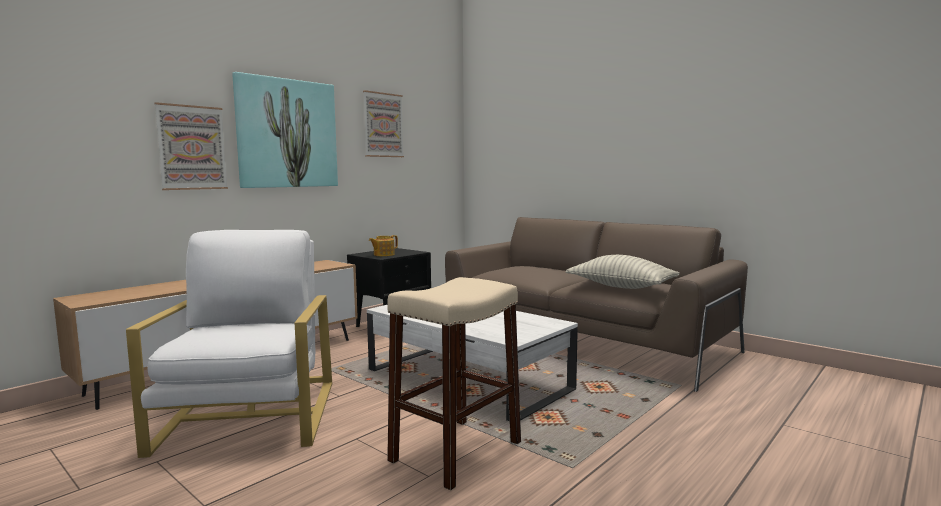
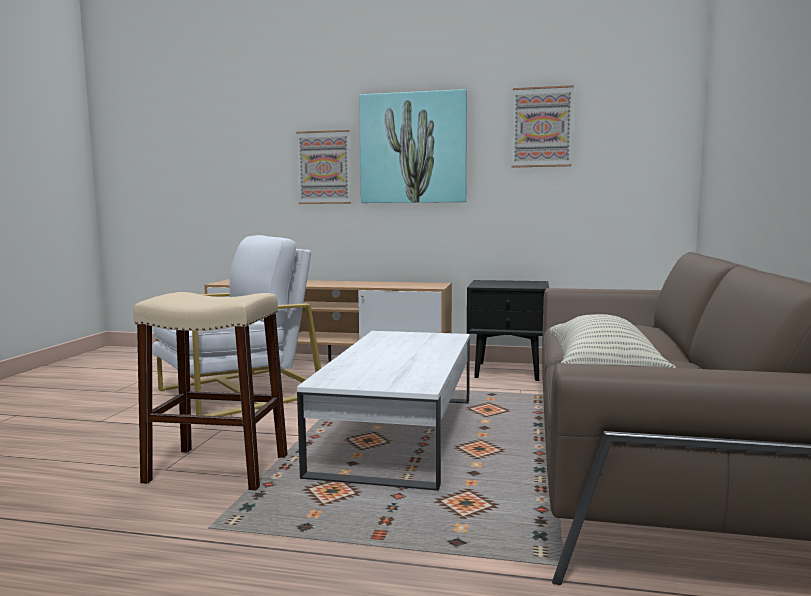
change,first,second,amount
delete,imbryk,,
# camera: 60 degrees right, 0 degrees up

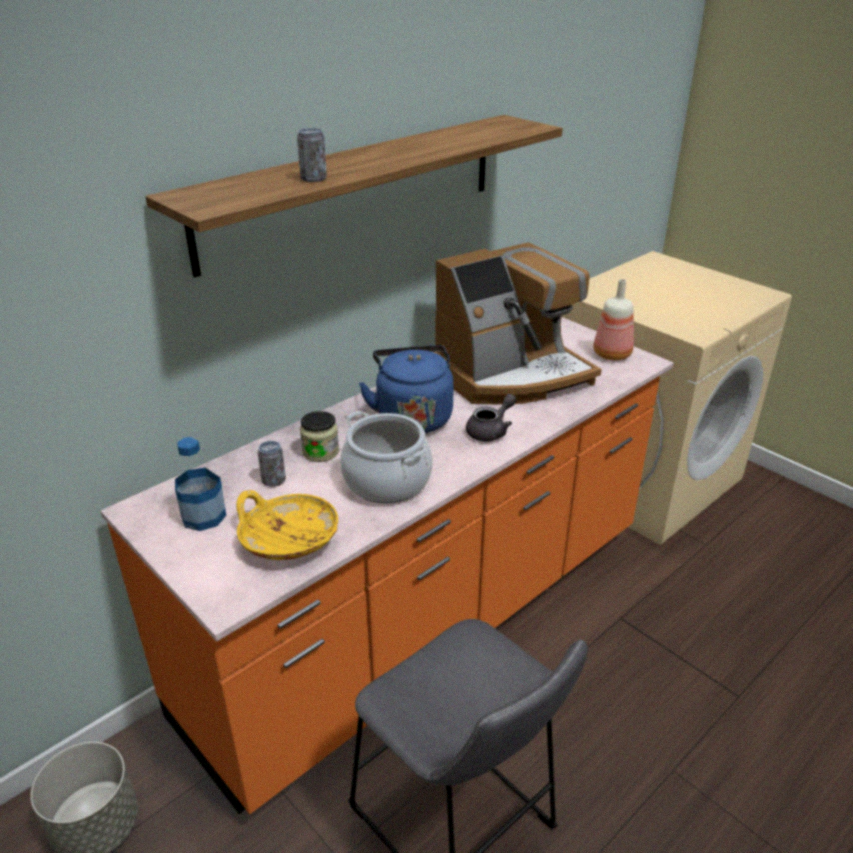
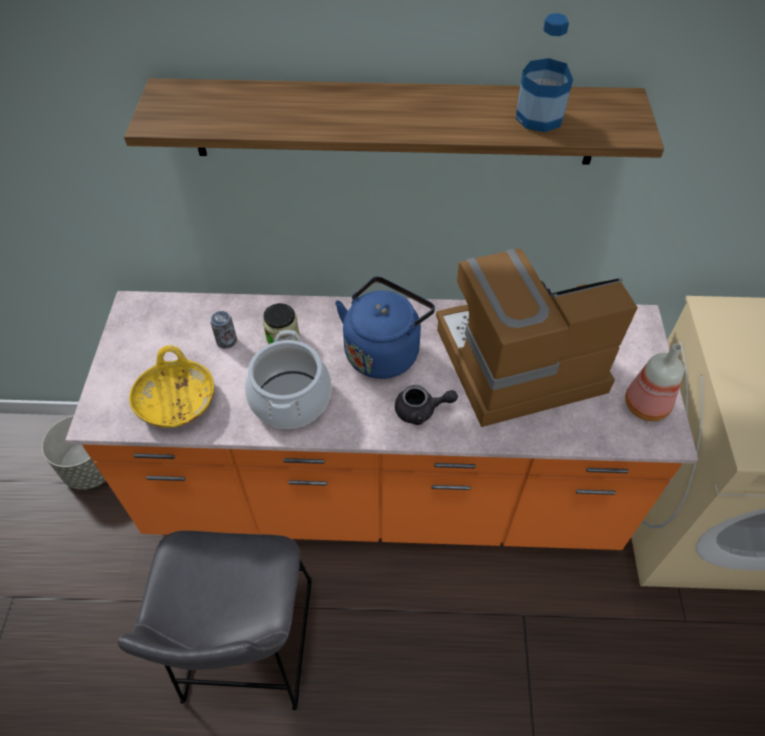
change,first,second,amount
delete,puszka (2nd from left),,
move,butelka (1st from left),,
rotate,ekspres do kawy,,150 degrees clockwise
# camera: 45 degrees right, 20 degrees up

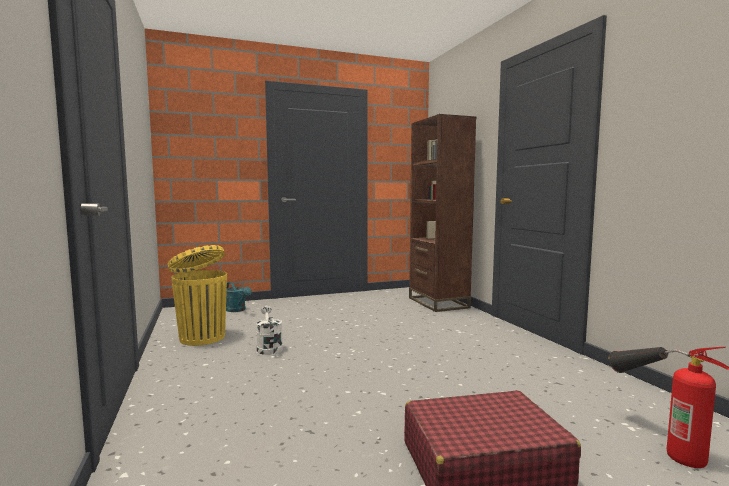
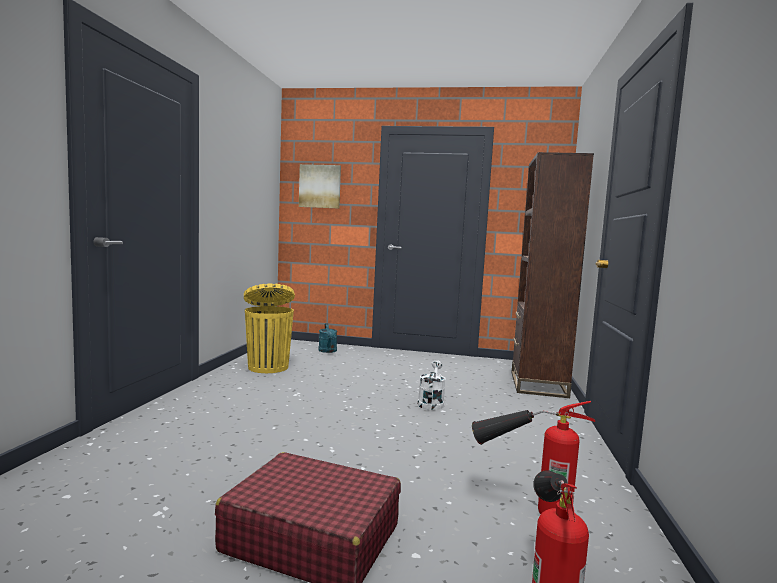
change,first,second,amount
insert,,obraz,
insert,,gaśnica (1st from left),
move,konewka/biały,,
# camera: 30 degrees right, 0 degrees up

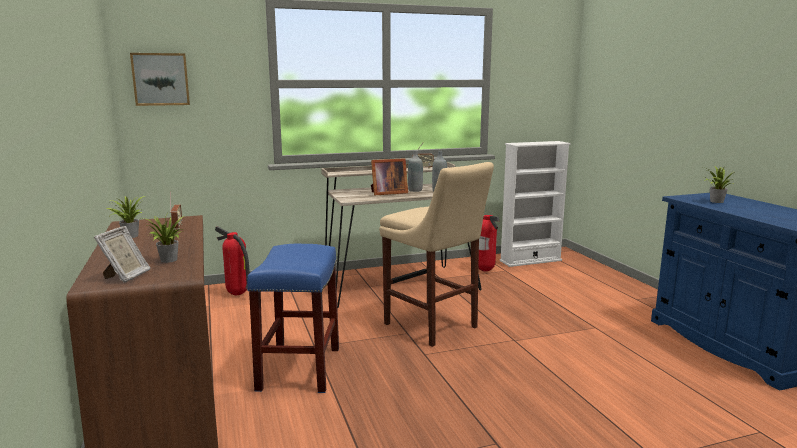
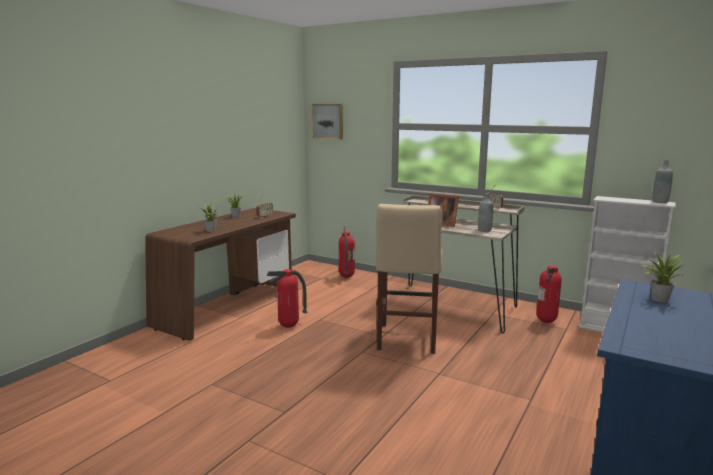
change,first,second,amount
delete,ramka na zdjęcie (1st from left),,
move,butelka/szary (1st from left in the first image),butelka/szary (2nd from left),
replace,stołek/niebieski,gaśnica (1st from left),
# camera: 50 degrees right, 0 degrees up

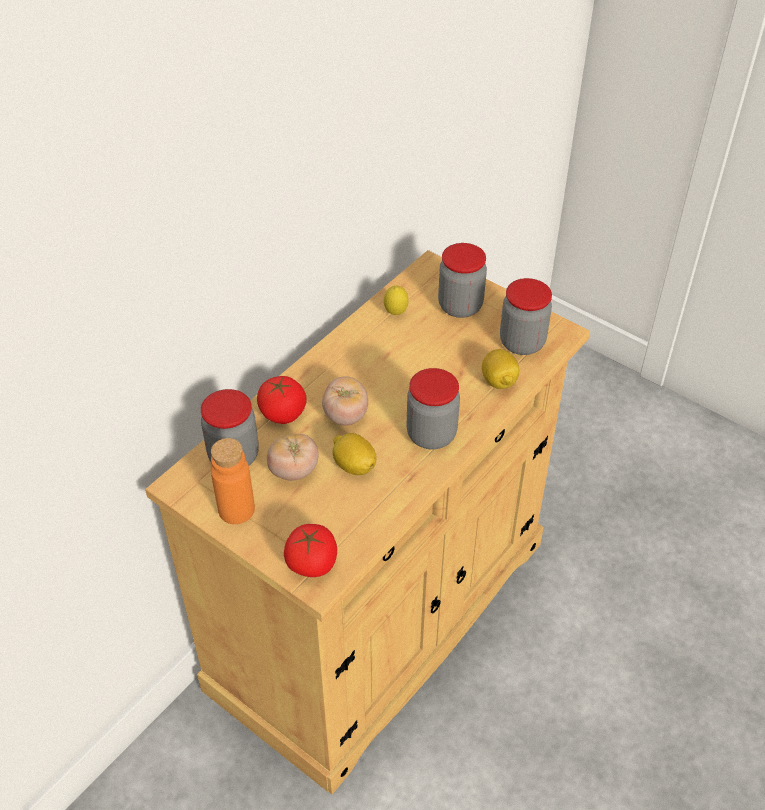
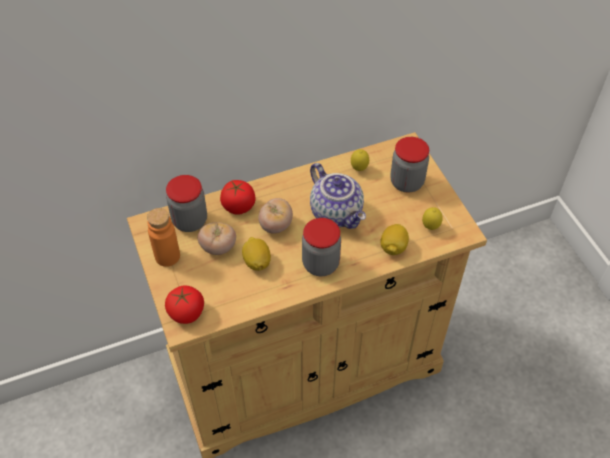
change,first,second,amount
insert,,imbryk,
replace,słoik (4th from left),cytryna (4th from left),
# camera: 30 degrees right, 5 degrees up

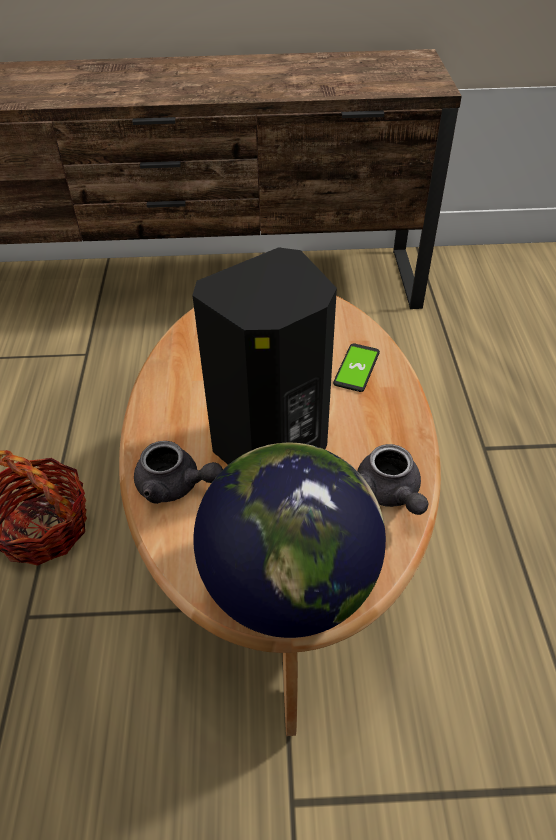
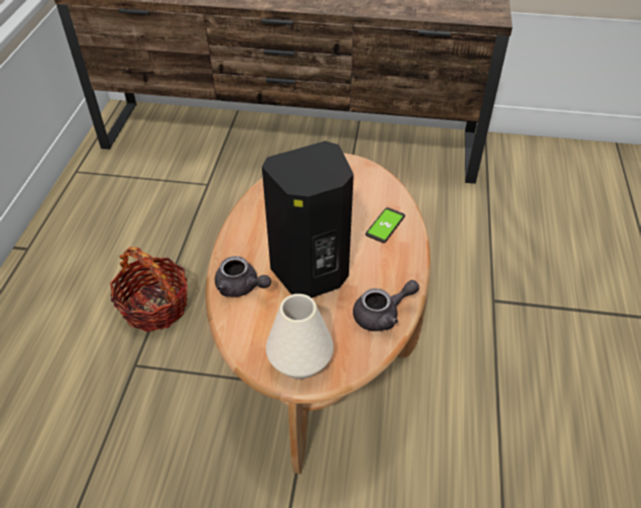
change,first,second,amount
replace,globus,wazon/biały,
rotate,imbryk/szary (2nd from left),,105 degrees counterclockwise
# camera: 10 degrees right, 0 degrees up

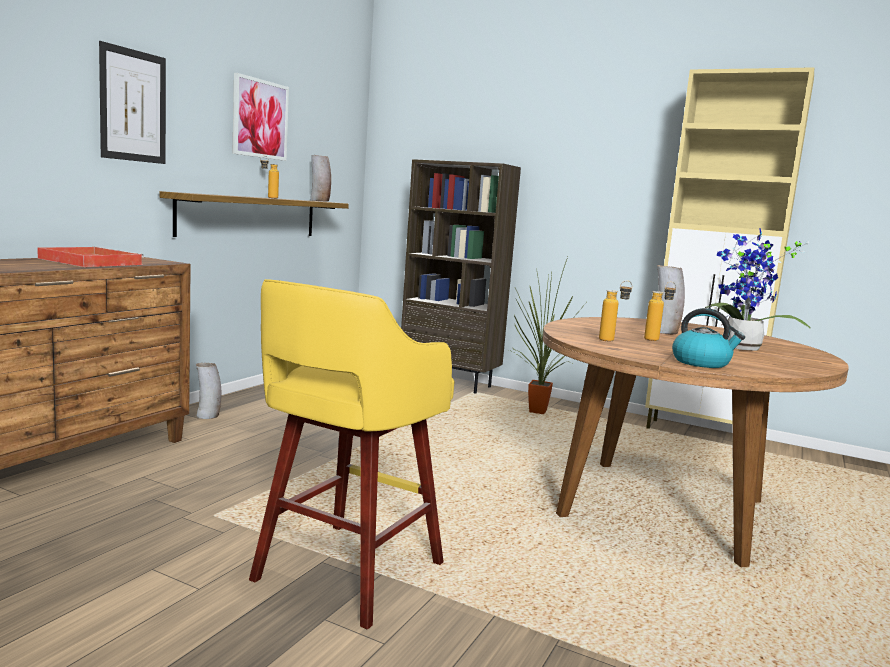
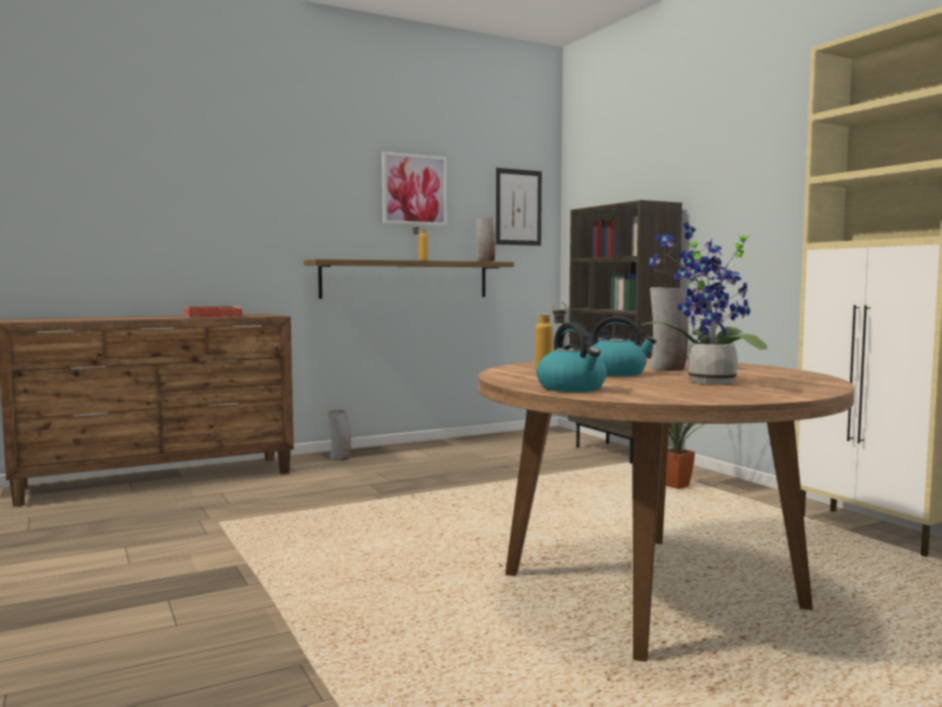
change,first,second,amount
delete,stołek/żółty,,
move,obraz (1st from left in the first image),obraz (2nd from left),
replace,butelka (3rd from left),czajnik (2nd from left),
# camera: 35 degrees right, 5 degrees down

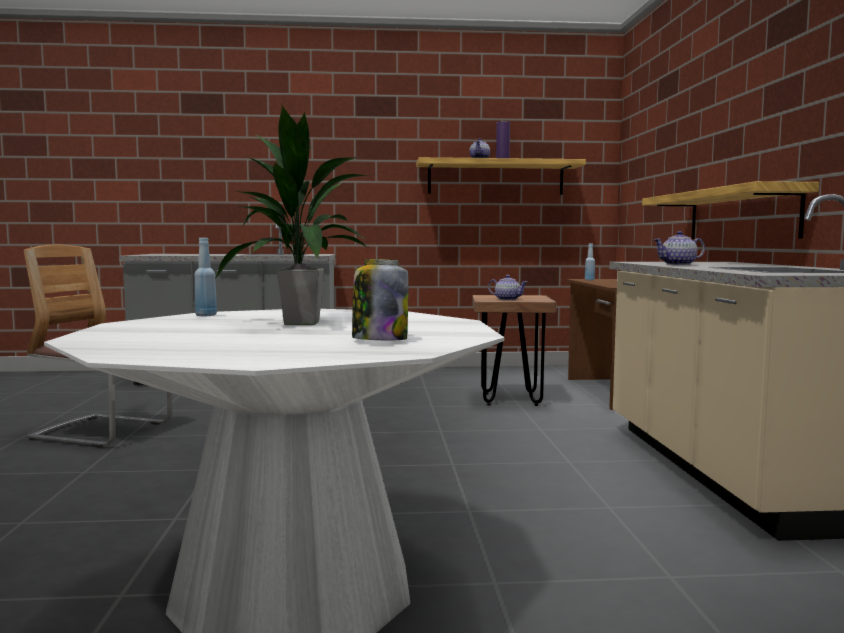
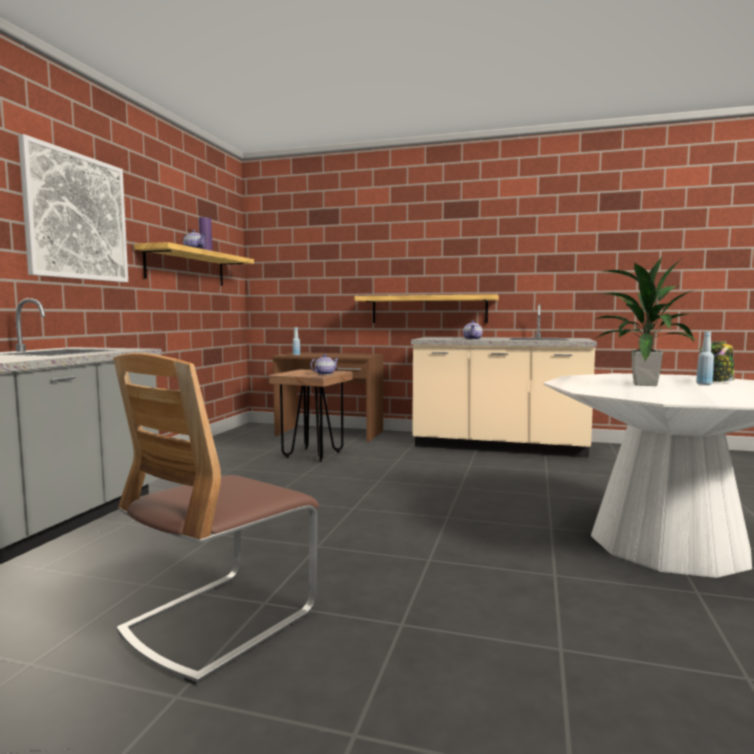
change,first,second,amount
insert,,obraz,
move,butelka/niebieski (1st from left in the first image),butelka/niebieski (2nd from left),
# camera: 70 degrees left, 0 degrees up

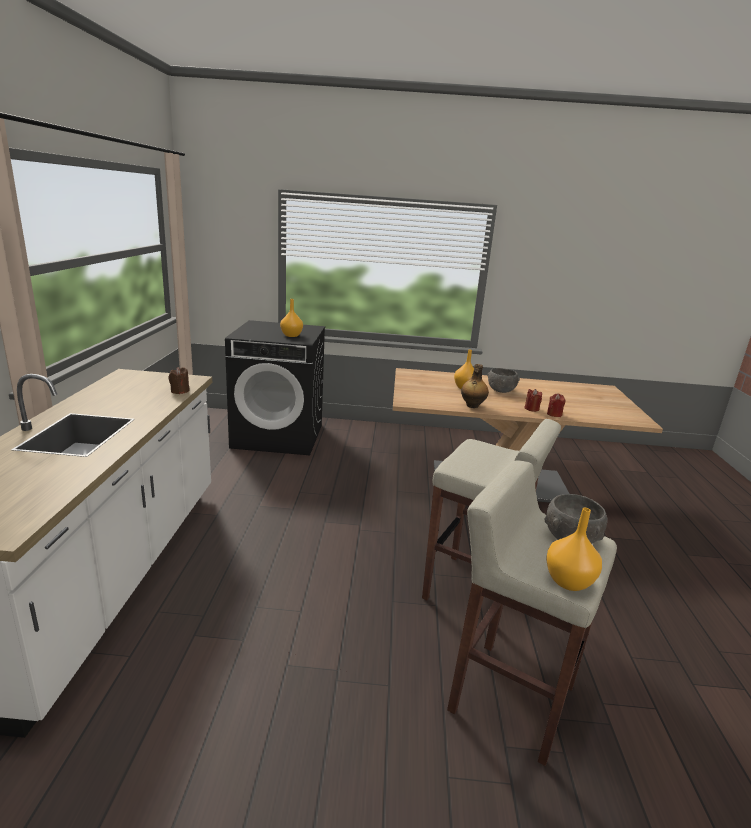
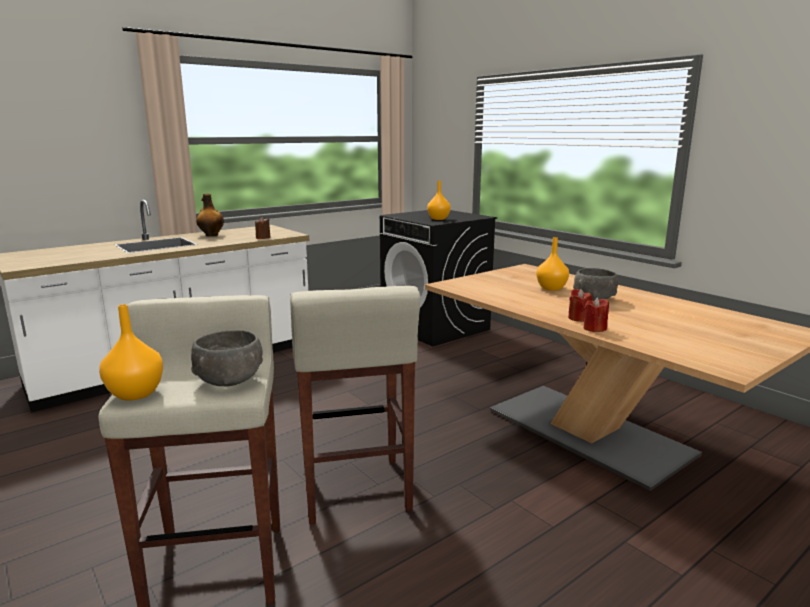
change,first,second,amount
move,butelka,,
# camera: 50 degrees right, 5 degrees down

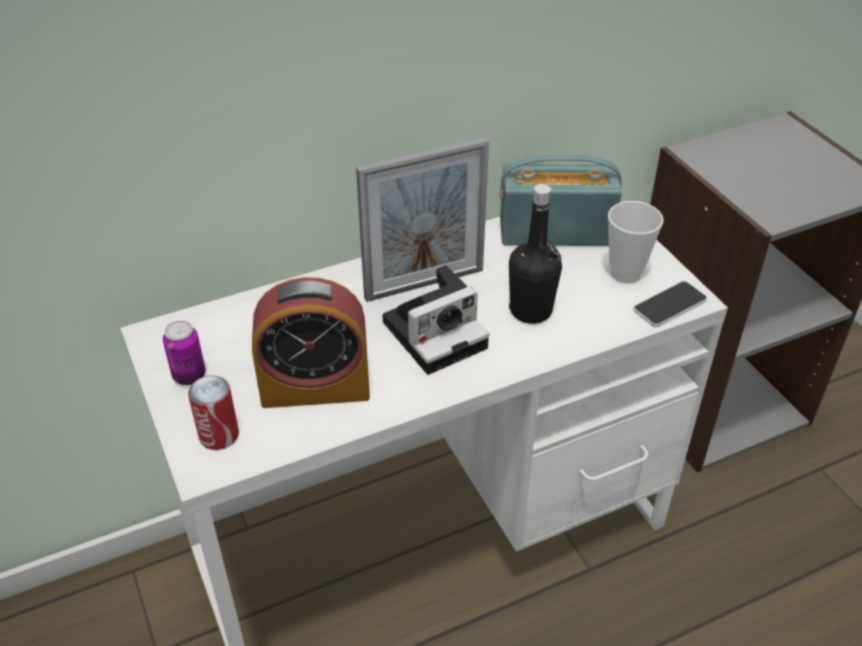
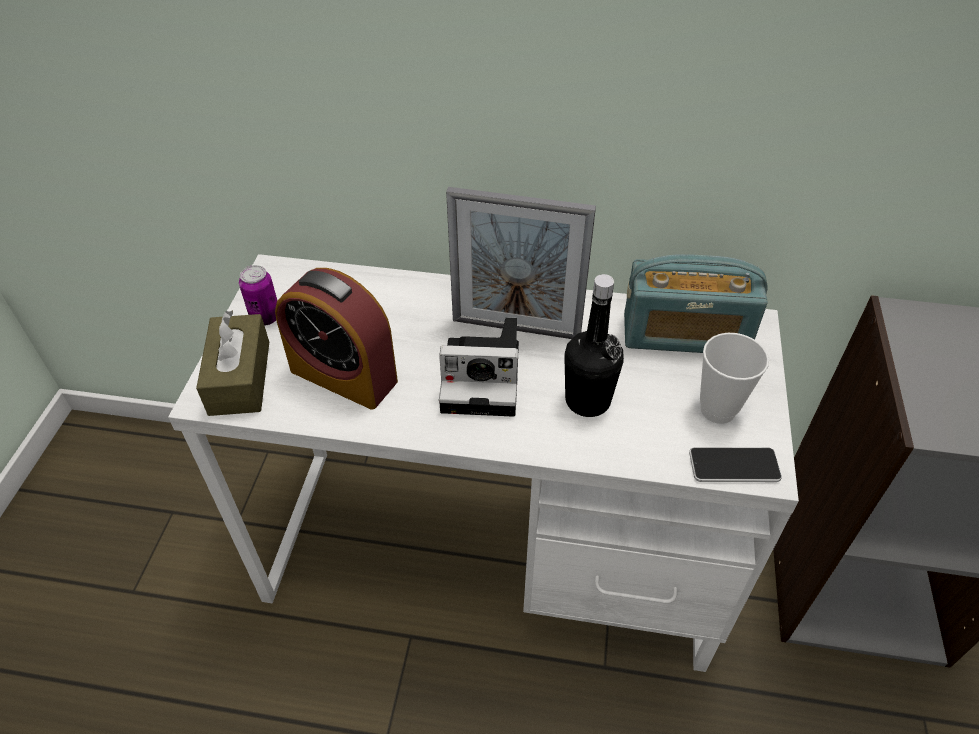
change,first,second,amount
replace,puszka (2nd from left),pudełko chusteczek/brązowy,
rotate,radio,,150 degrees clockwise
# camera: 35 degrees right, 5 degrees up

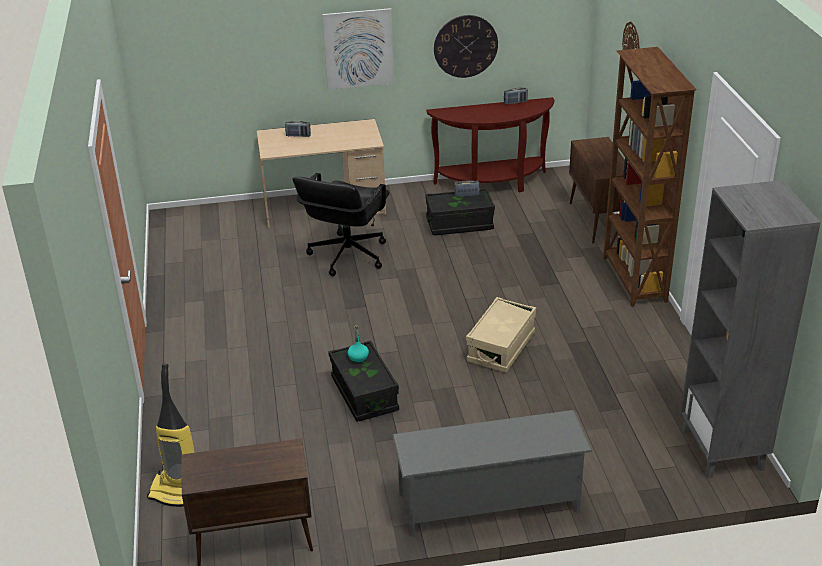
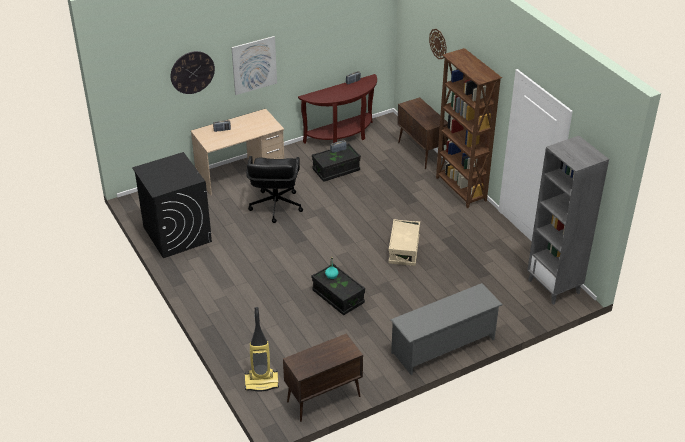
change,first,second,amount
insert,,pralka/czarny,
move,zegar ścienny (1st from left),,
# camera: 20 degrees left, 5 degrees up

